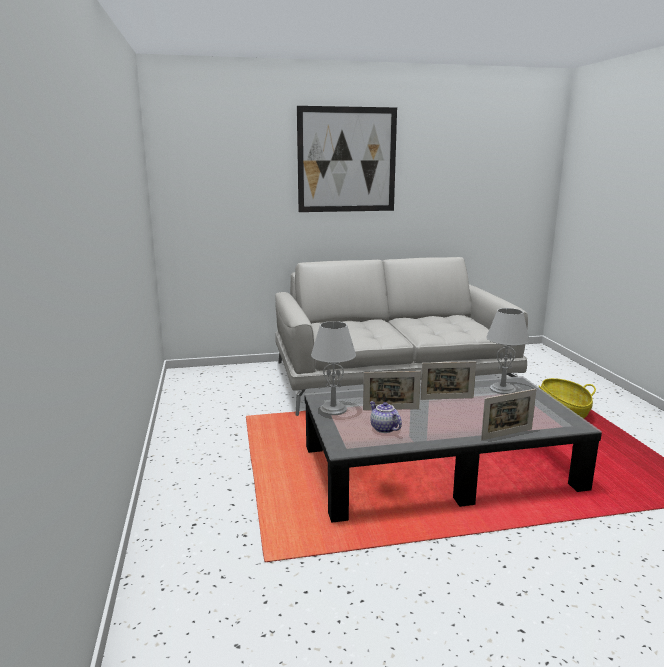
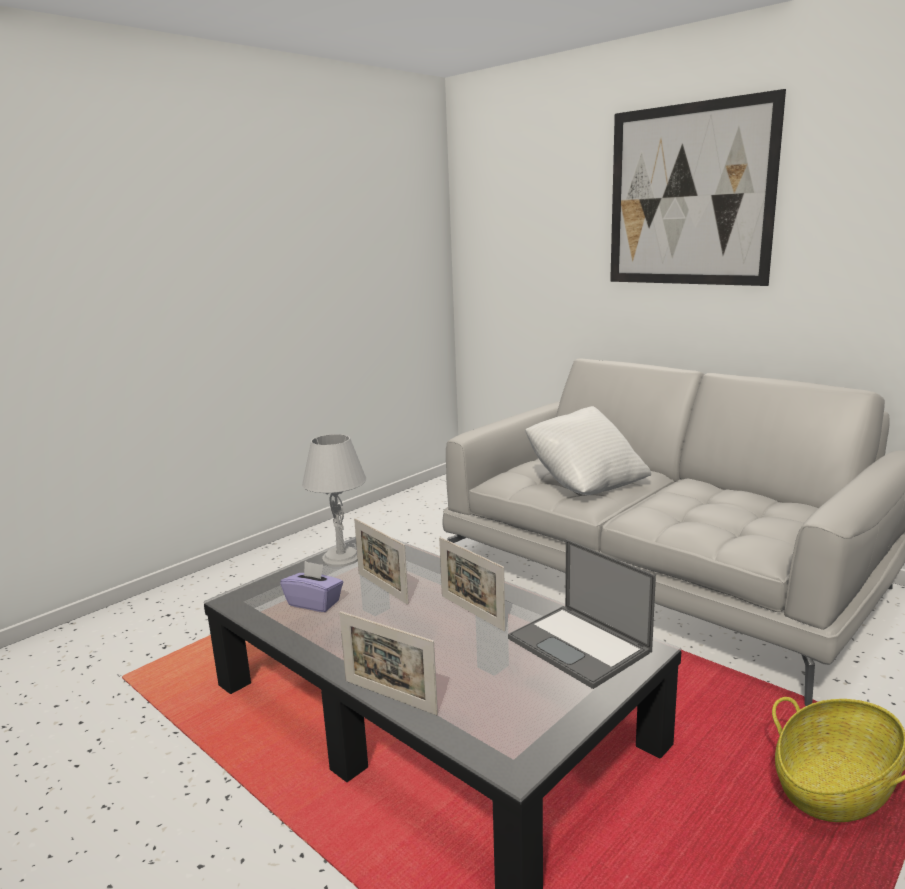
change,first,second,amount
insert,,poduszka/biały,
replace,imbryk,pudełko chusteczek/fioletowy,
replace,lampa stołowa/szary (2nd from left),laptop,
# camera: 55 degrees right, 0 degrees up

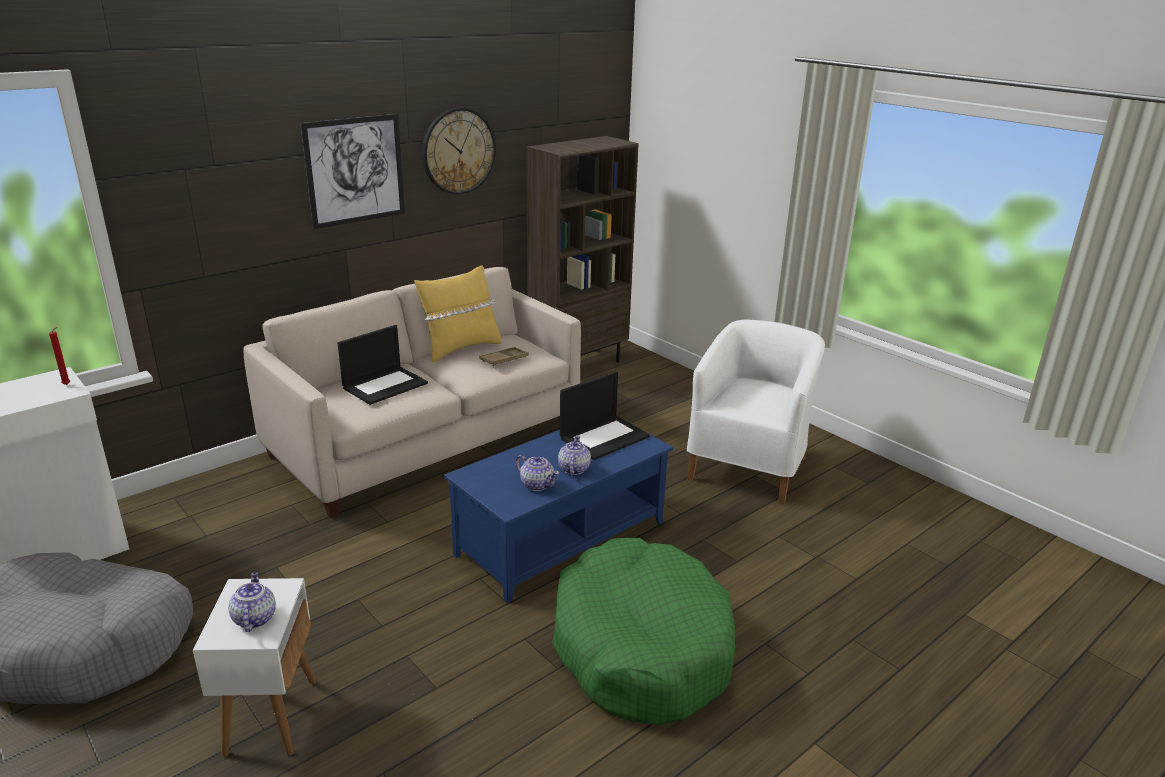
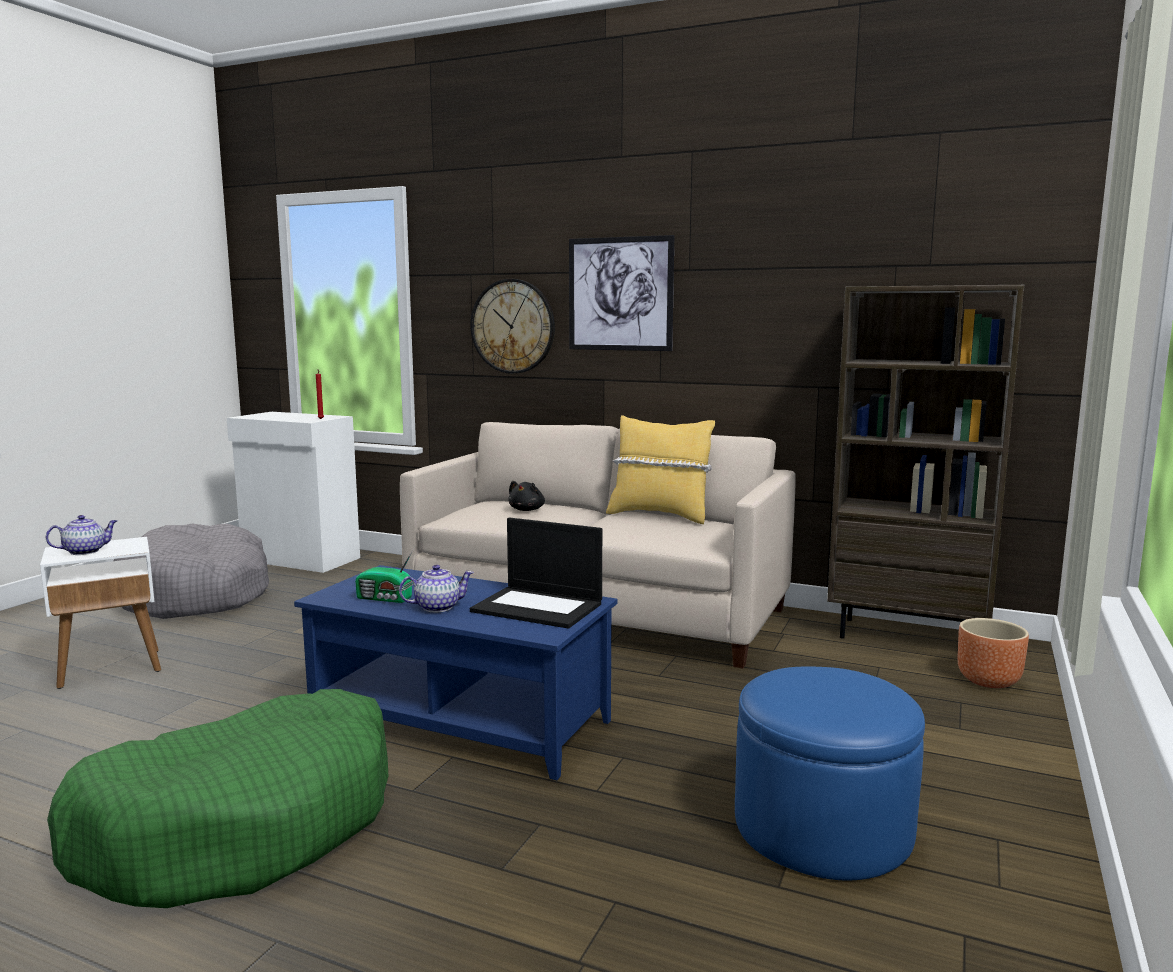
change,first,second,amount
delete,taca/brązowy,,
insert,,donica/brązowy,
move,zegar ścienny,,
replace,laptop (1st from left),pluszak/czarny,
replace,imbryk (2nd from left),radio,
replace,fotel/biały,pufa/niebieski,
# camera: 65 degrees right, 15 degrees down

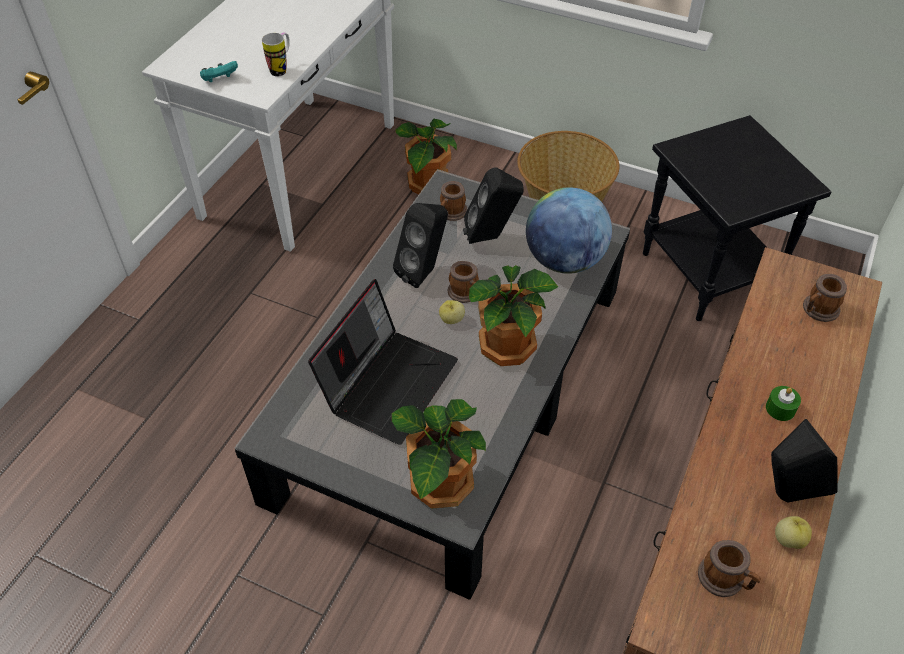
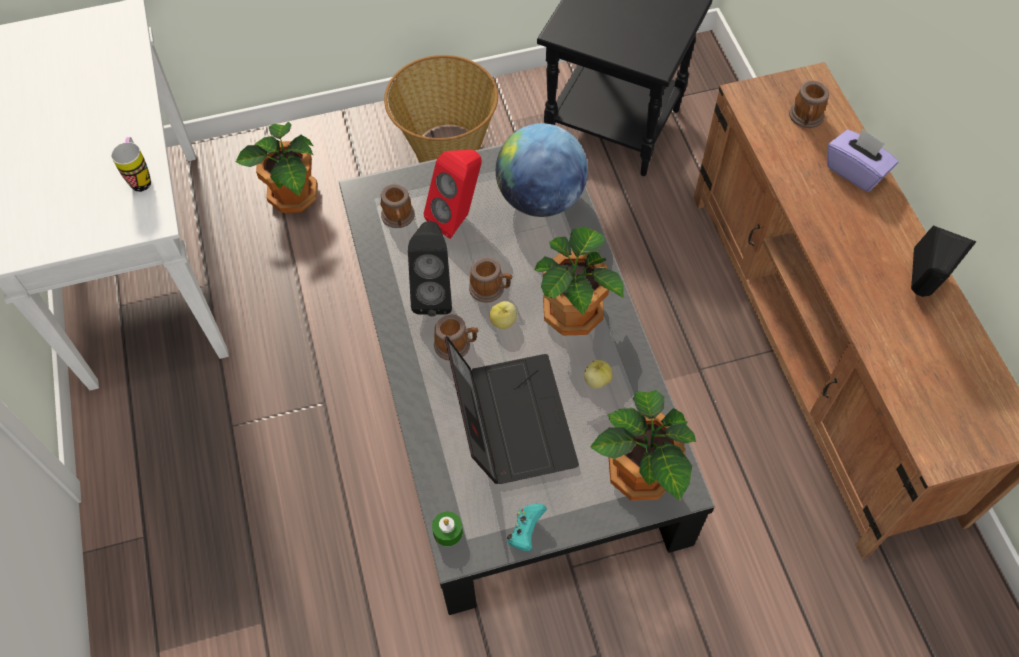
change,first,second,amount
insert,,pudełko chusteczek/fioletowy,
move,pad do gier/turkusowy,,
move,kubek (4th from left in the first image),kubek (3rd from left),
move,świeca/zielony,,
move,jabłko (2nd from left),,
recolor,głośnik/czarny (2nd from left),głośnik/czerwony,
# camera: 40 degrees left, 10 degrees up

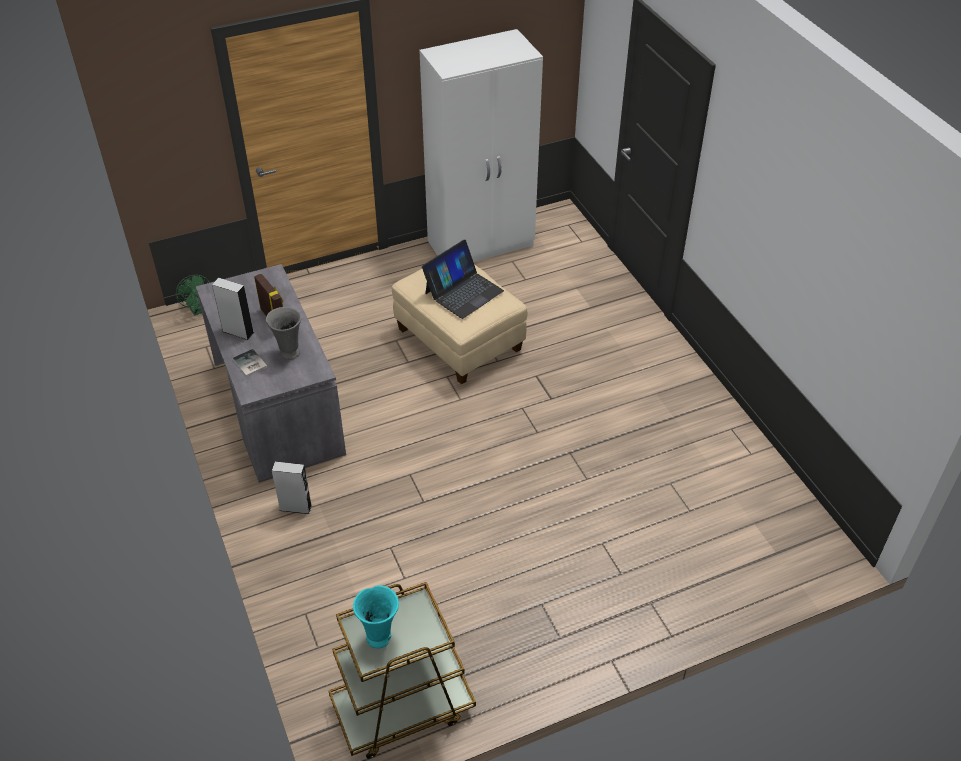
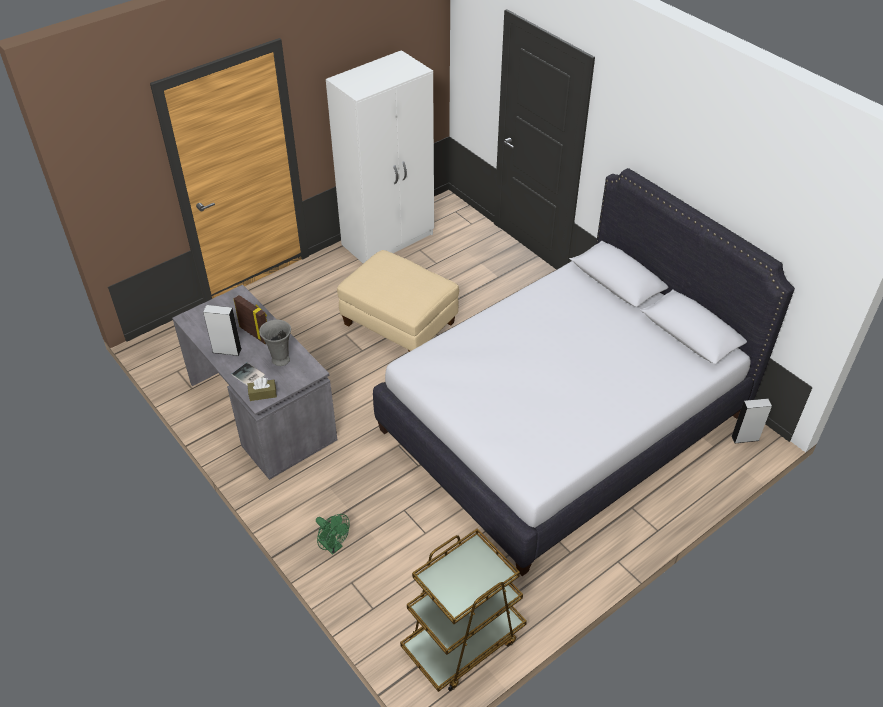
change,first,second,amount
delete,wazon/turkusowy,,
delete,laptop,,
insert,,pudełko chusteczek/brązowy,
insert,,łóżko/biały,
move,wentylator/zielony,,
move,głośnik/szary (2nd from left),,
# camera: 15 degrees left, 0 degrees up

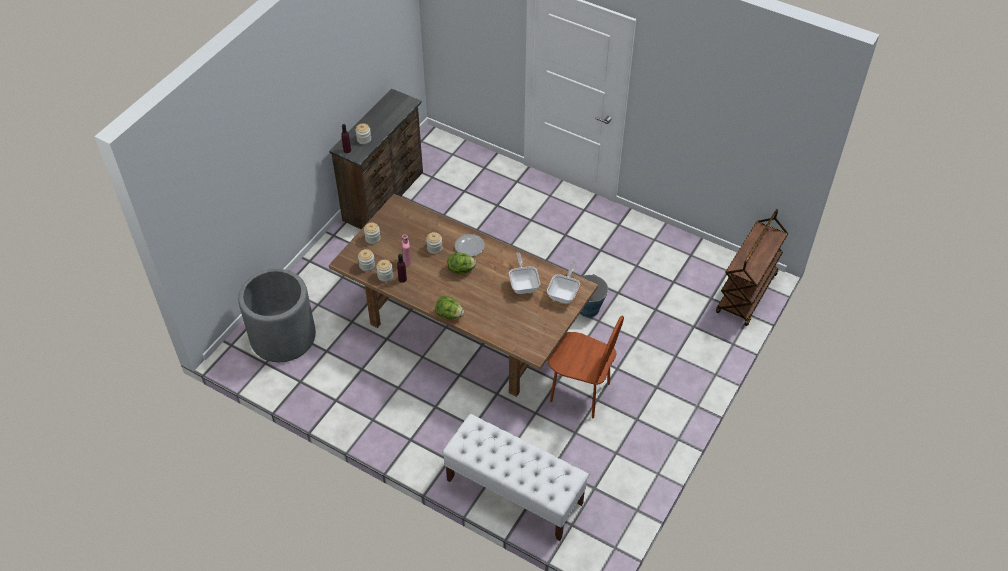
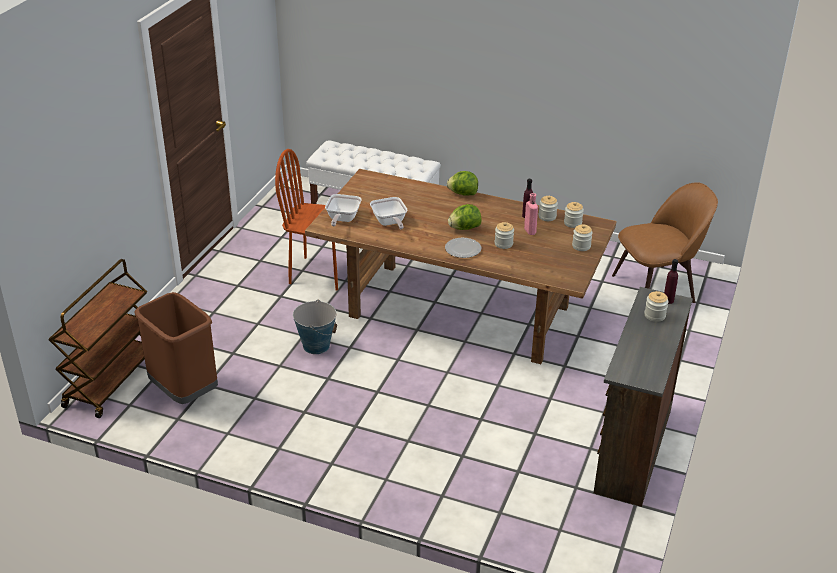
change,first,second,amount
insert,,kosz na śmieci/brązowy,
replace,donica/szary,krzesło/brązowy (2nd from left),
# camera: 170 degrees right, 15 degrees down

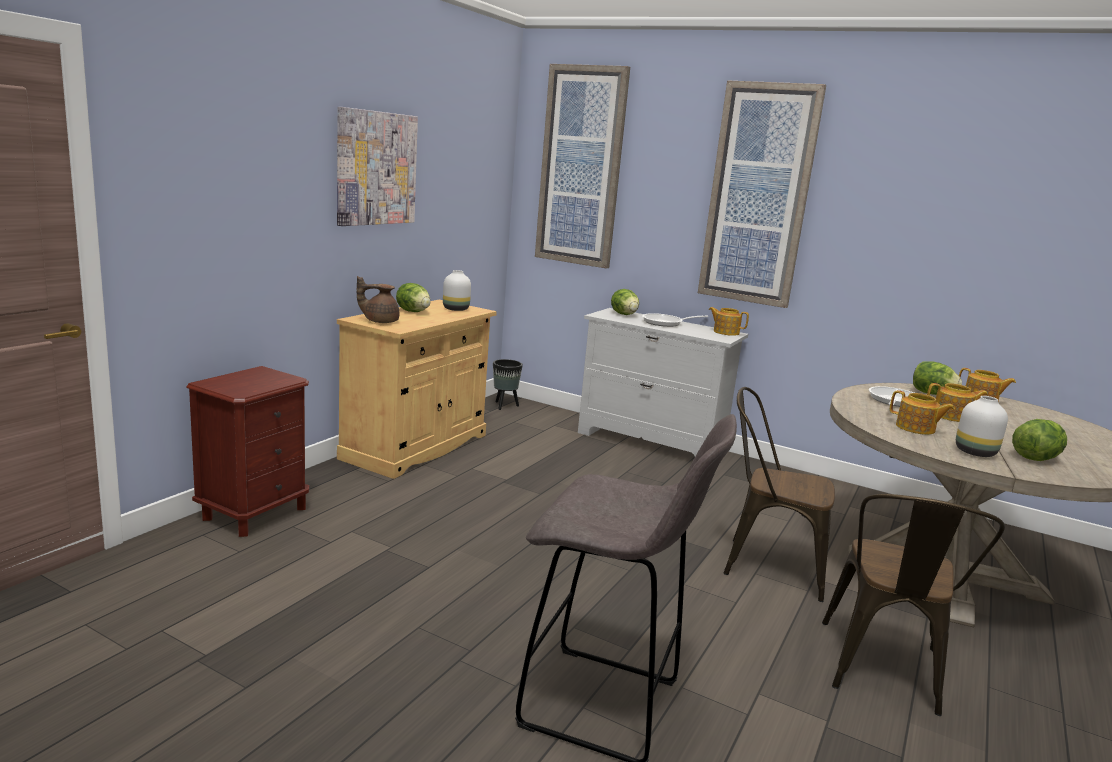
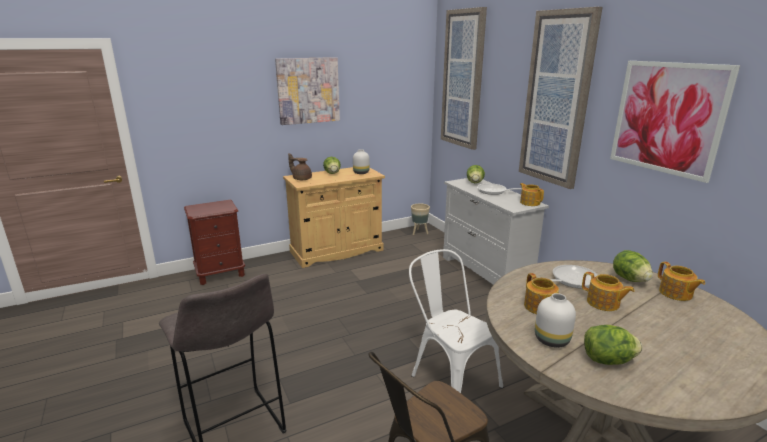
change,first,second,amount
insert,,obraz (4th from left),
recolor,donica/czarny,donica/beżowy,
recolor,krzesło/brązowy (1st from left),krzesło/biały,
# camera: 35 degrees right, 5 degrees up

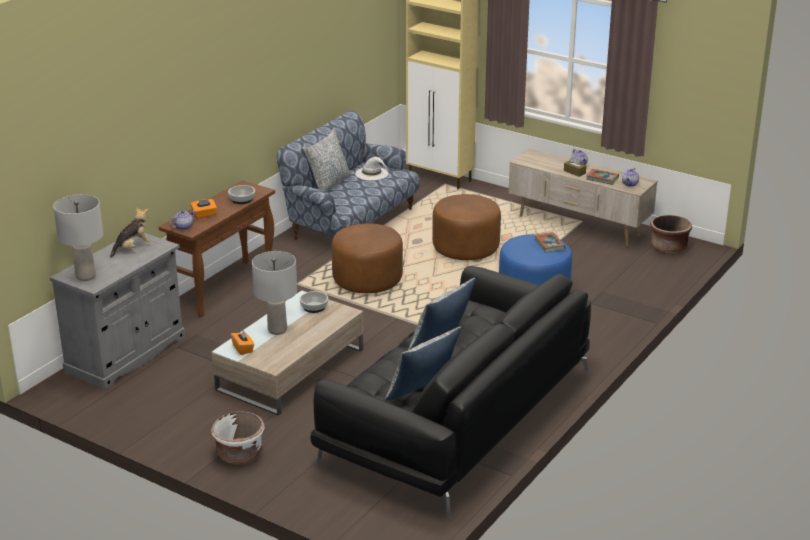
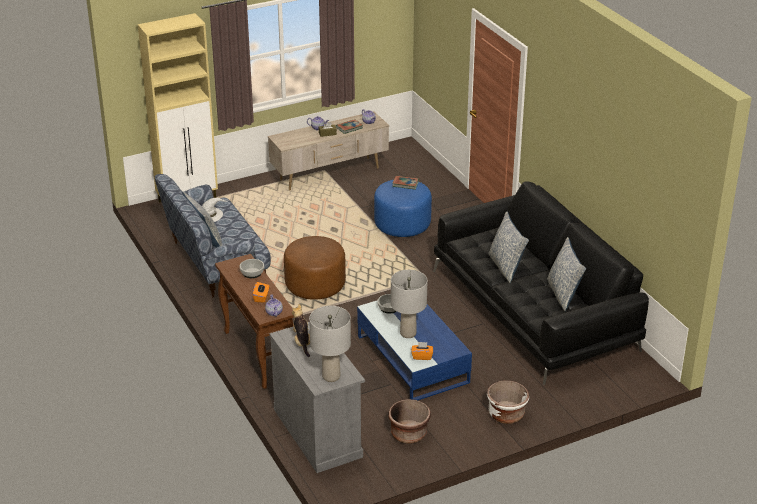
change,first,second,amount
delete,pufa/brązowy (2nd from left),,
move,donica/brązowy,,
recolor,ława/beżowy,ława/niebieski,
# camera: 60 degrees left, 5 degrees up

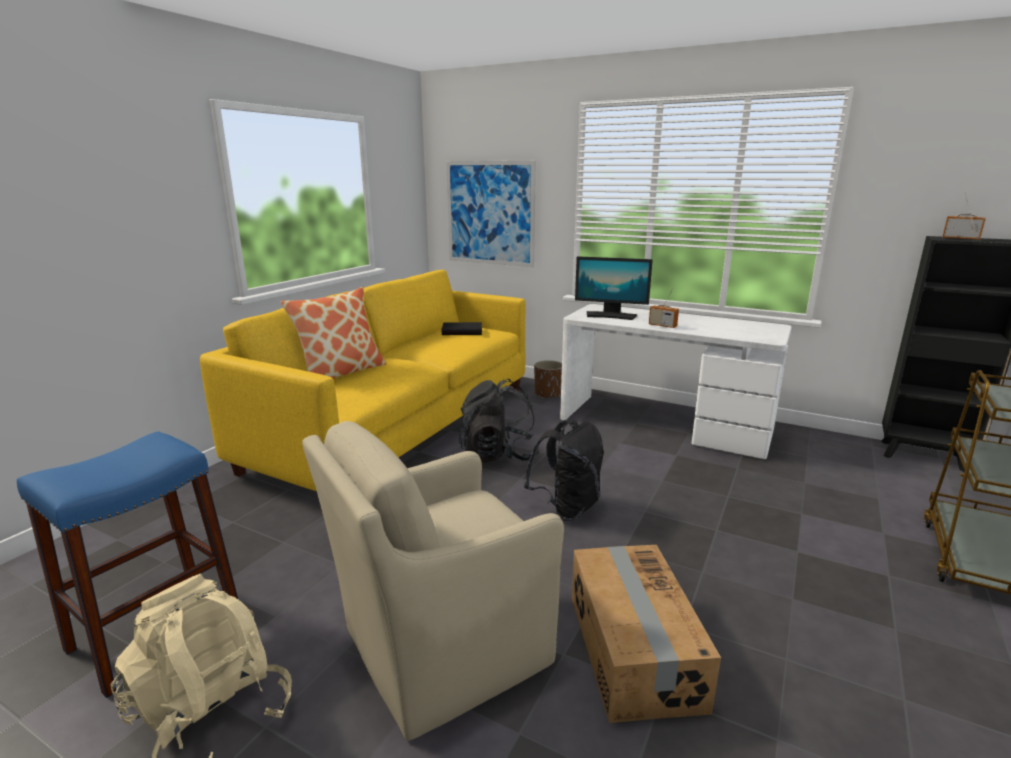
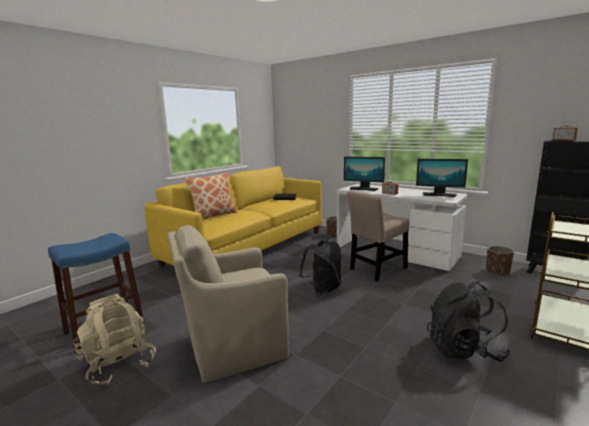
change,first,second,amount
delete,obraz,,
delete,karton,,
insert,,krzesło/beżowy,
insert,,monitor (2nd from left),
insert,,donica/brązowy (2nd from left),
move,plecak/czarny (1st from left in the first image),plecak/czarny (2nd from left),
# camera: 10 degrees right, 5 degrees down

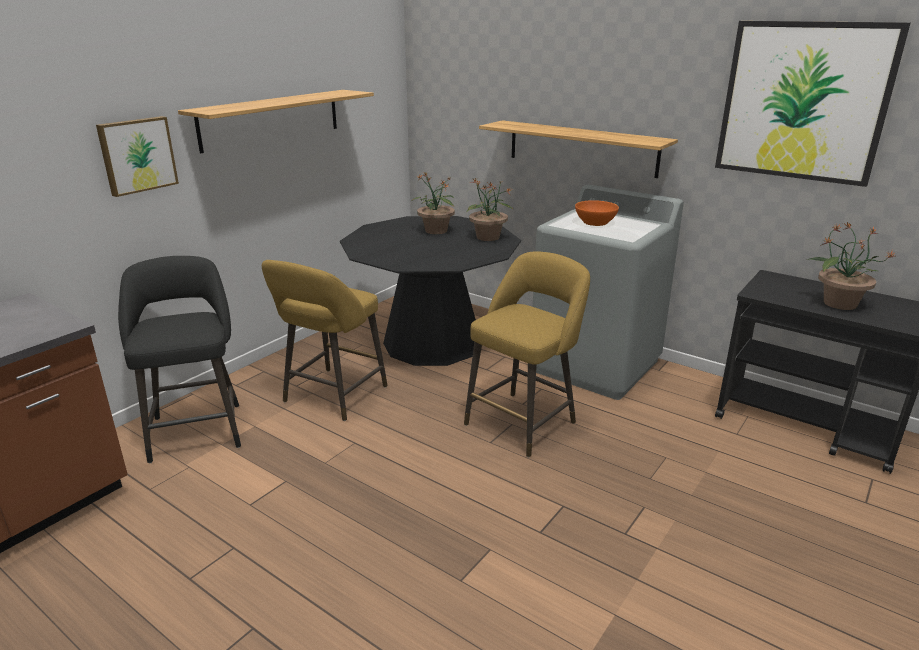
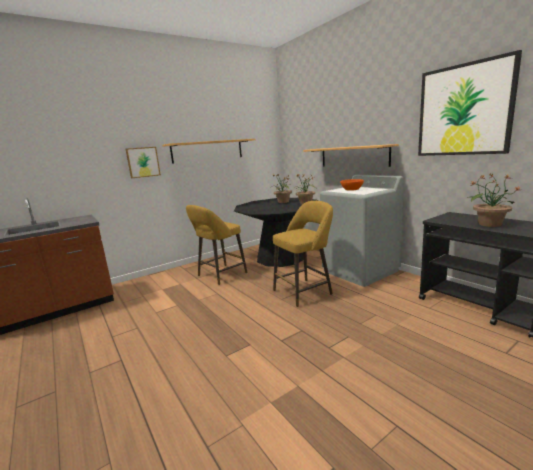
change,first,second,amount
delete,stołek/czarny,,
# camera: 20 degrees right, 10 degrees down

